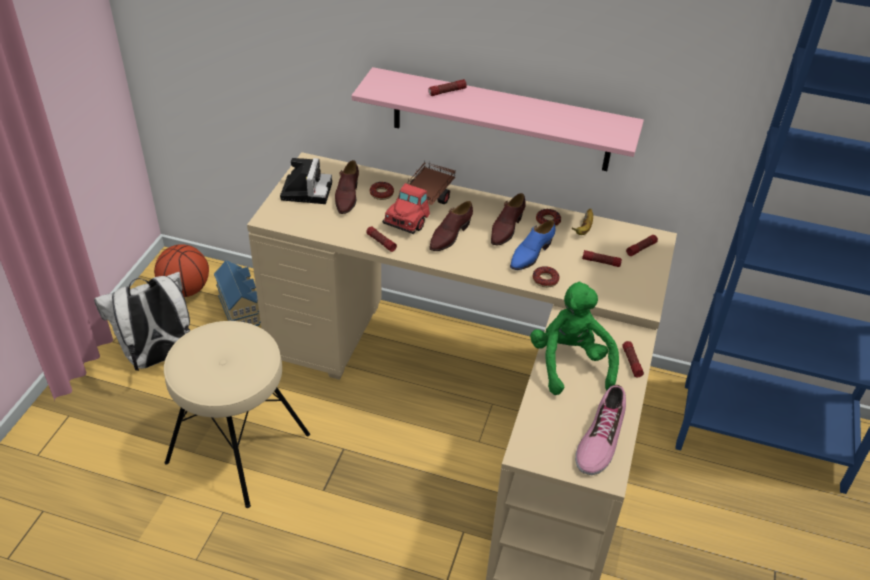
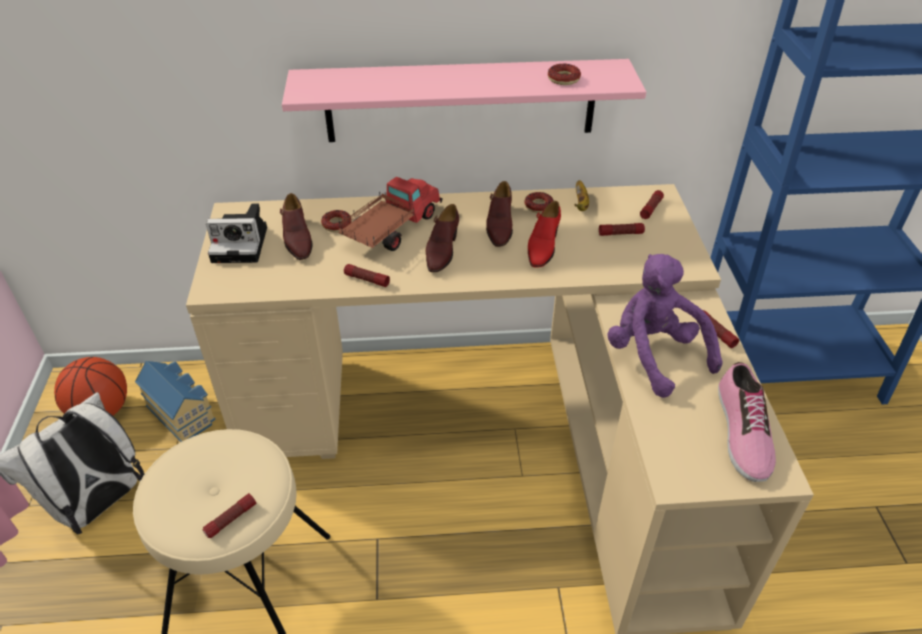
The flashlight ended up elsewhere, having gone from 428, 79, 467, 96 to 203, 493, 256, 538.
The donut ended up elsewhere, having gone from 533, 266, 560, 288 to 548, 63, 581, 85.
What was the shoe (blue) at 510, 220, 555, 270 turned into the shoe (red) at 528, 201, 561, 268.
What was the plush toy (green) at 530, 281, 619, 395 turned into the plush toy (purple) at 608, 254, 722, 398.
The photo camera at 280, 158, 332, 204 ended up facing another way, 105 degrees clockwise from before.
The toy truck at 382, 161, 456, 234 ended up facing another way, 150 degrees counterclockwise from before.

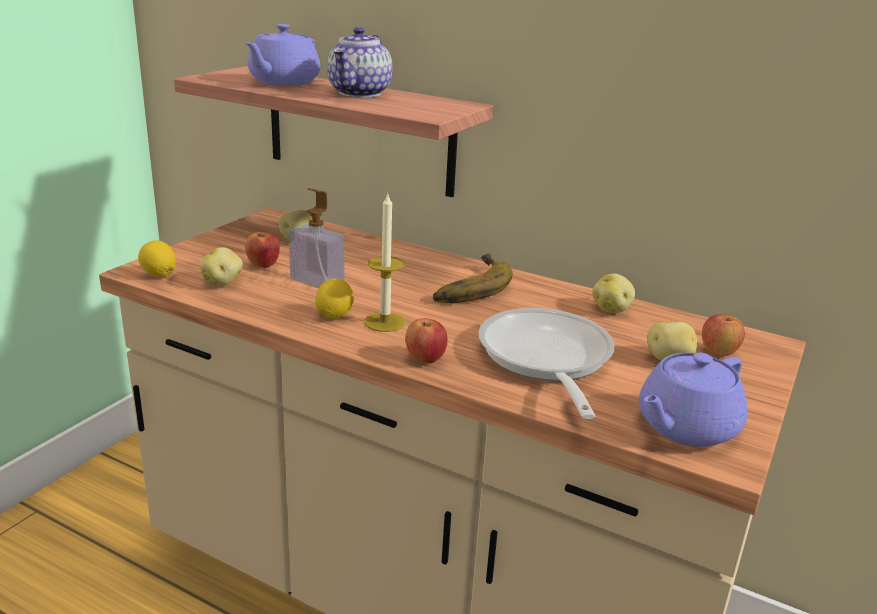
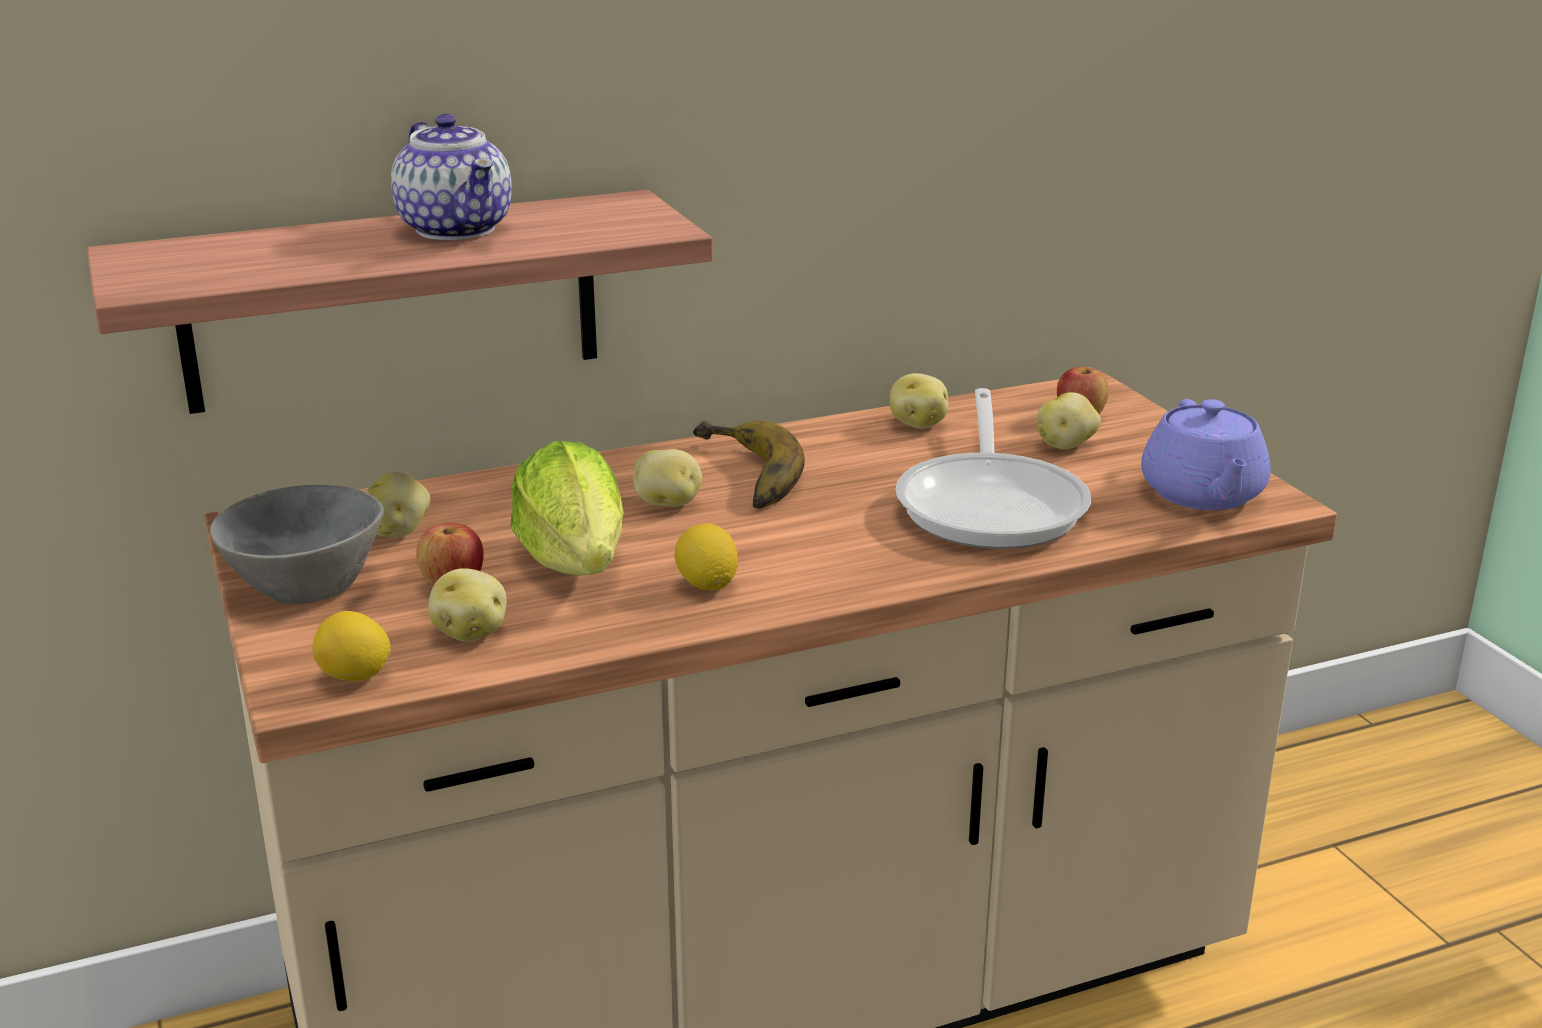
The second view lost the teapot (purple) at 245, 24, 320, 86.
The second view lost the candle at 364, 192, 406, 332.
The second view lost the apple at 405, 318, 447, 364.
The second view gained the bowl (grey) at 210, 485, 384, 604.
The second view gained the potato at 633, 449, 702, 507.
Where the soap dispenser stood at 289, 188, 344, 288, the lettuce came to stand at 511, 441, 624, 576.
The frying pan at 479, 308, 614, 419 ended up facing another way, 120 degrees counterclockwise from before.

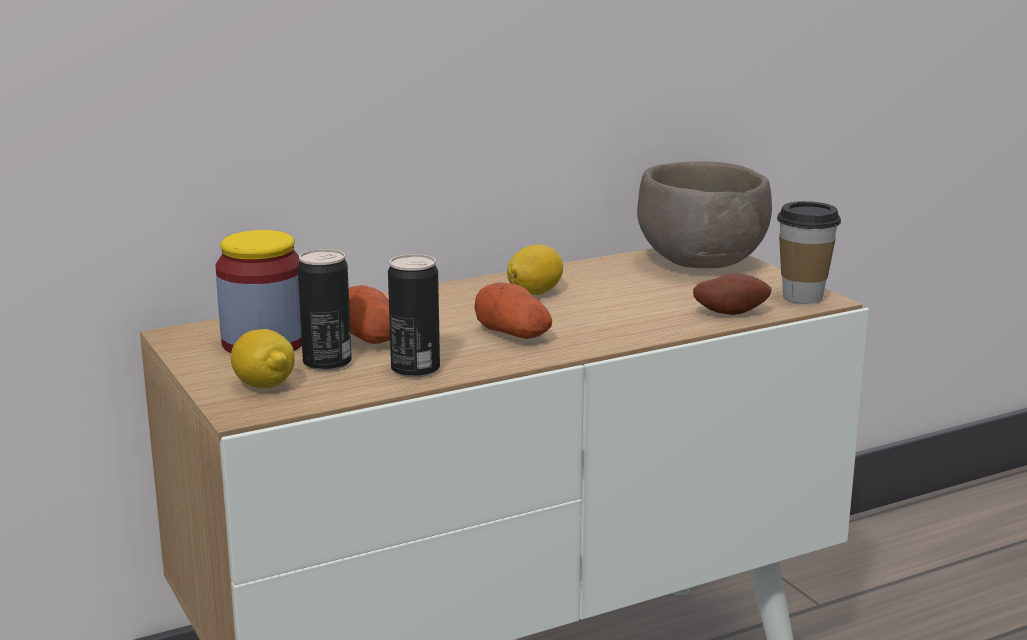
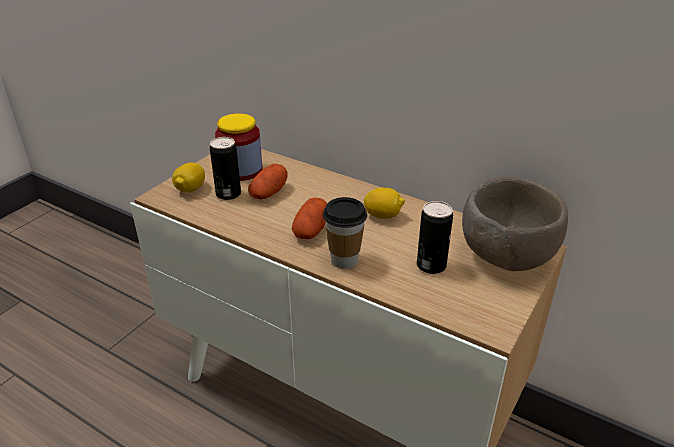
The second view lost the potato at 693, 273, 772, 315.
The can ended up elsewhere, having gone from 388, 254, 440, 377 to 417, 201, 453, 274.
The cup ended up elsewhere, having gone from 777, 201, 841, 304 to 323, 197, 367, 269.

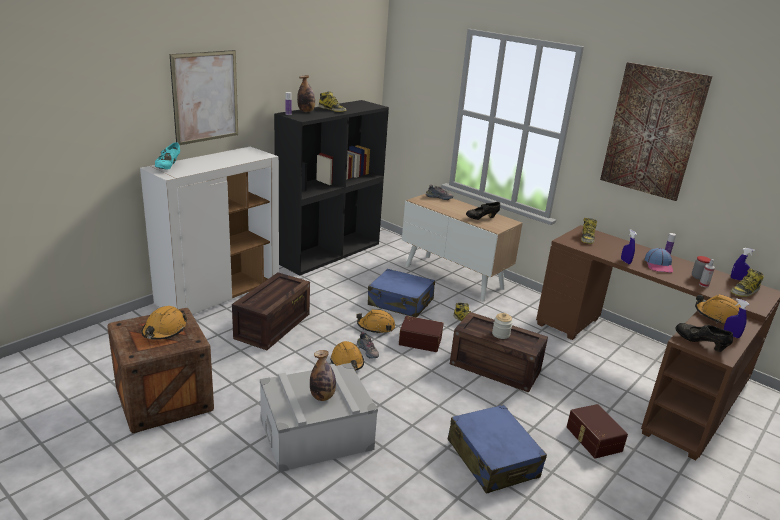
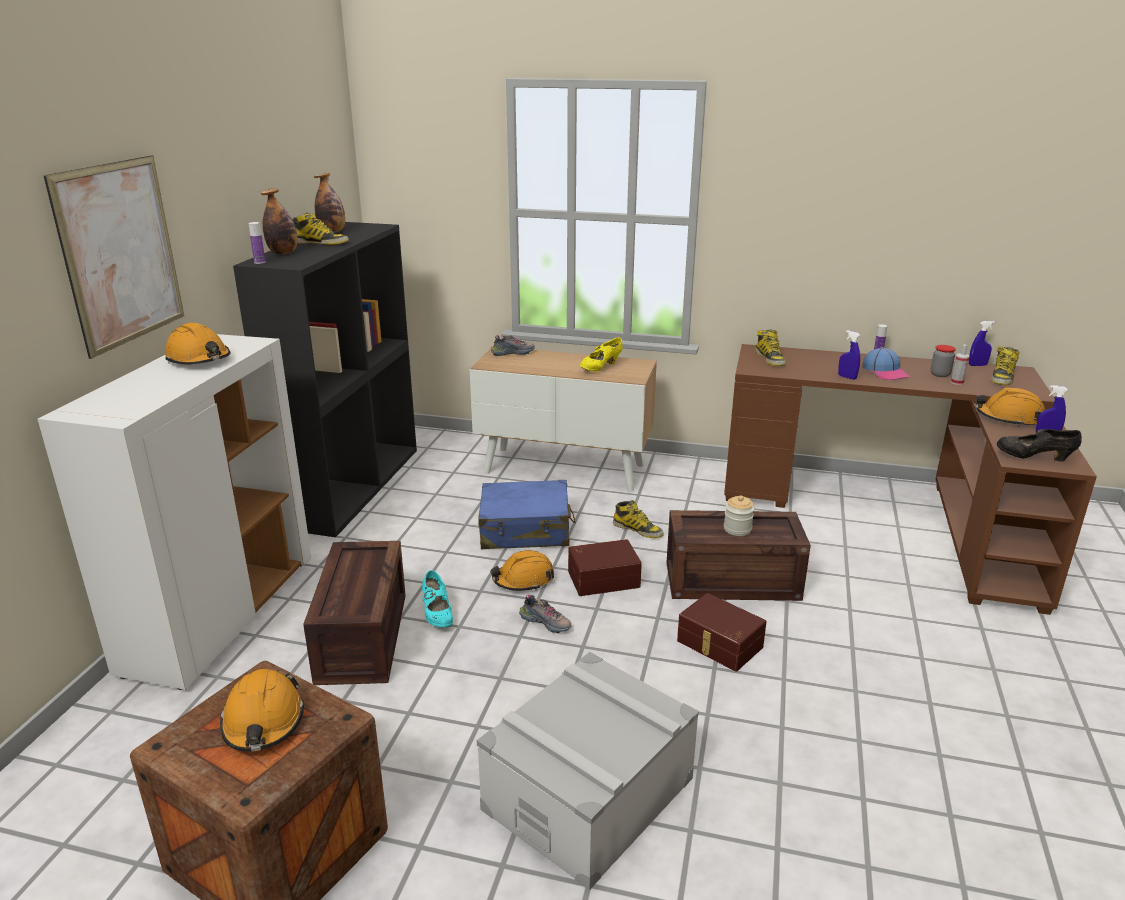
The second view lost the suitcase (blue) at 448, 405, 547, 494.
The second view lost the picture at 600, 62, 713, 201.
The shoe (turquoise) ended up elsewhere, having gone from 155, 142, 180, 169 to 422, 570, 453, 628.
The bottle ended up elsewhere, having gone from 310, 350, 336, 401 to 314, 173, 345, 232.
The hard hat (orange) ended up elsewhere, having gone from 330, 341, 364, 371 to 165, 323, 231, 365.
The storage box (brown) ended up elsewhere, having gone from 567, 404, 628, 458 to 677, 593, 766, 671.
What was the shoe (black) at 466, 202, 500, 220 turned into the shoe (yellow) at 580, 337, 623, 371.

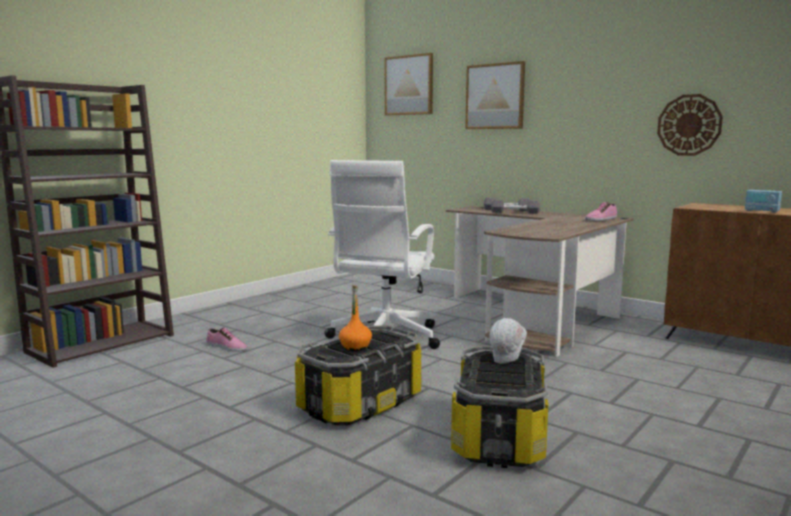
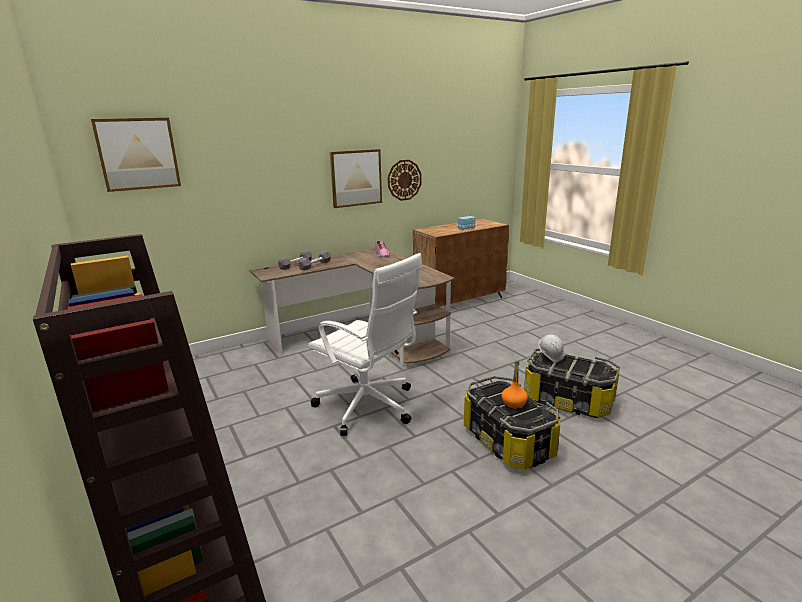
The second view lost the shoe at 206, 328, 247, 352.
The picture ended up elsewhere, having gone from 465, 61, 525, 129 to 330, 149, 382, 208.

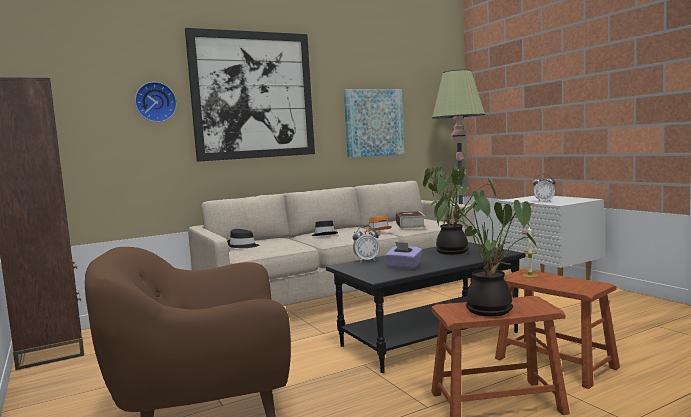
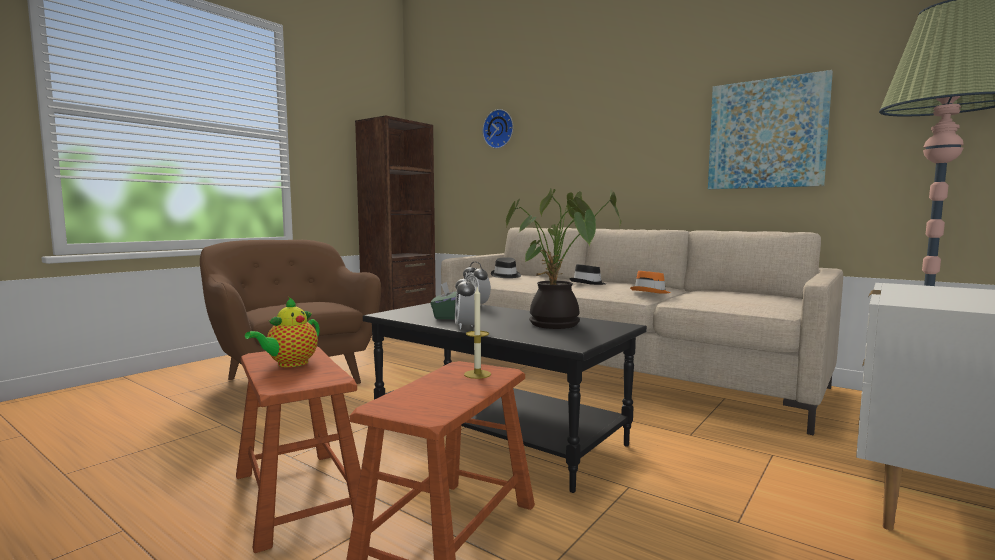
The second view lost the picture at 185, 28, 315, 162.
The second view lost the book at 396, 211, 426, 229.
The alarm clock ended up elsewhere, having gone from 533, 174, 555, 203 to 455, 272, 477, 329.
Where the potted plant stood at 434, 189, 537, 316, the teapot came to stand at 245, 297, 320, 367.
What was the tissue box (purple) at 385, 242, 422, 269 turned into the tissue box (green) at 430, 282, 457, 319.

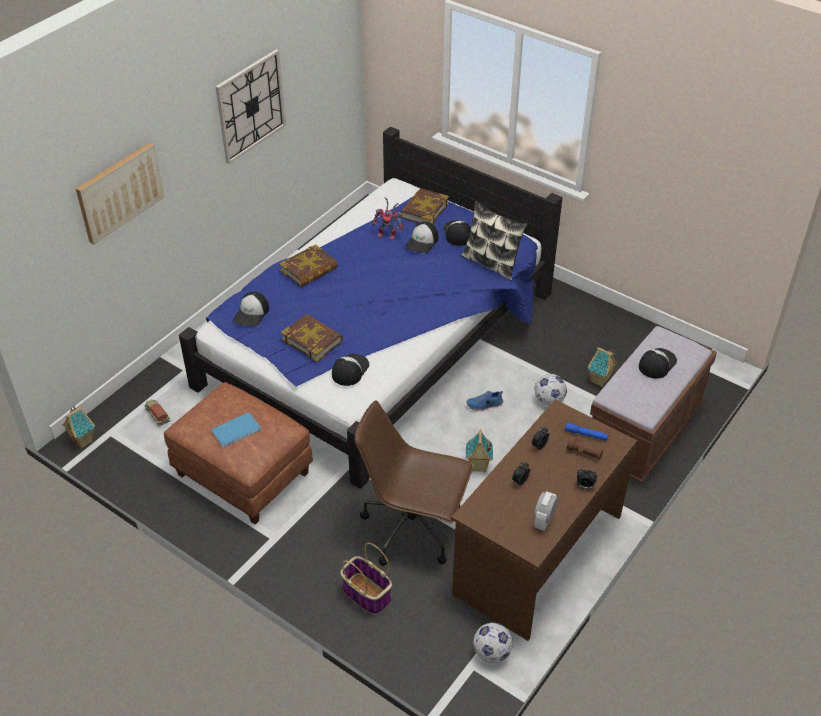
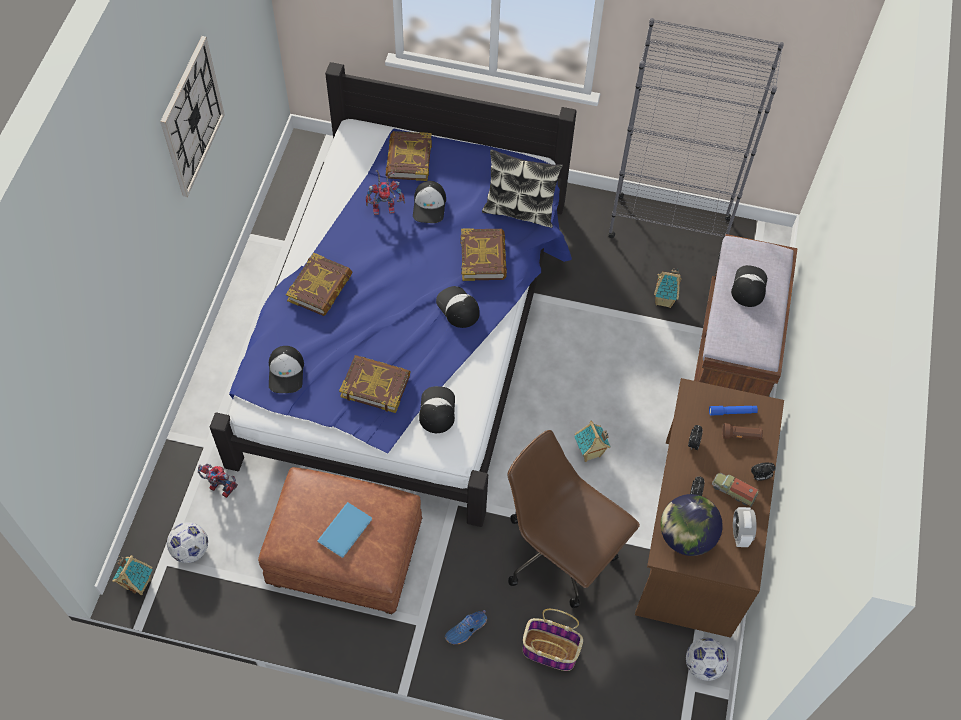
The second view lost the picture at 76, 143, 164, 244.
The second view gained the toy robot at 198, 464, 238, 498.
The second view gained the book at 461, 229, 507, 281.
The second view gained the bookcase (grey) at 608, 18, 784, 258.
The second view gained the globe at 660, 494, 723, 556.
The toy truck ended up elsewhere, having gone from 145, 399, 170, 426 to 712, 473, 759, 507.
The cap ended up elsewhere, having gone from 444, 220, 471, 246 to 436, 286, 480, 328.
The shoe (blue) ended up elsewhere, having gone from 466, 391, 503, 411 to 445, 610, 487, 644.
The football ended up elsewhere, having gone from 534, 374, 567, 406 to 167, 522, 208, 563.
The office chair (brown) at 355, 400, 474, 566 ended up facing another way, 45 degrees clockwise from before.

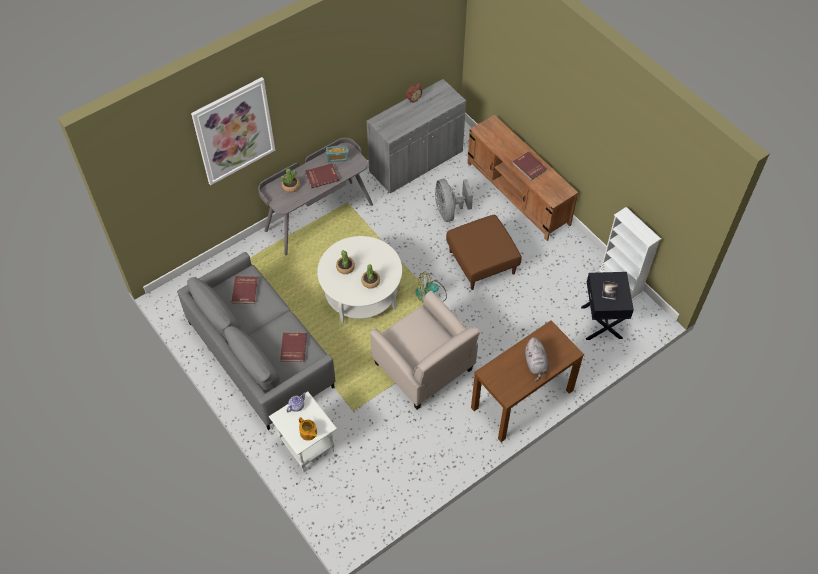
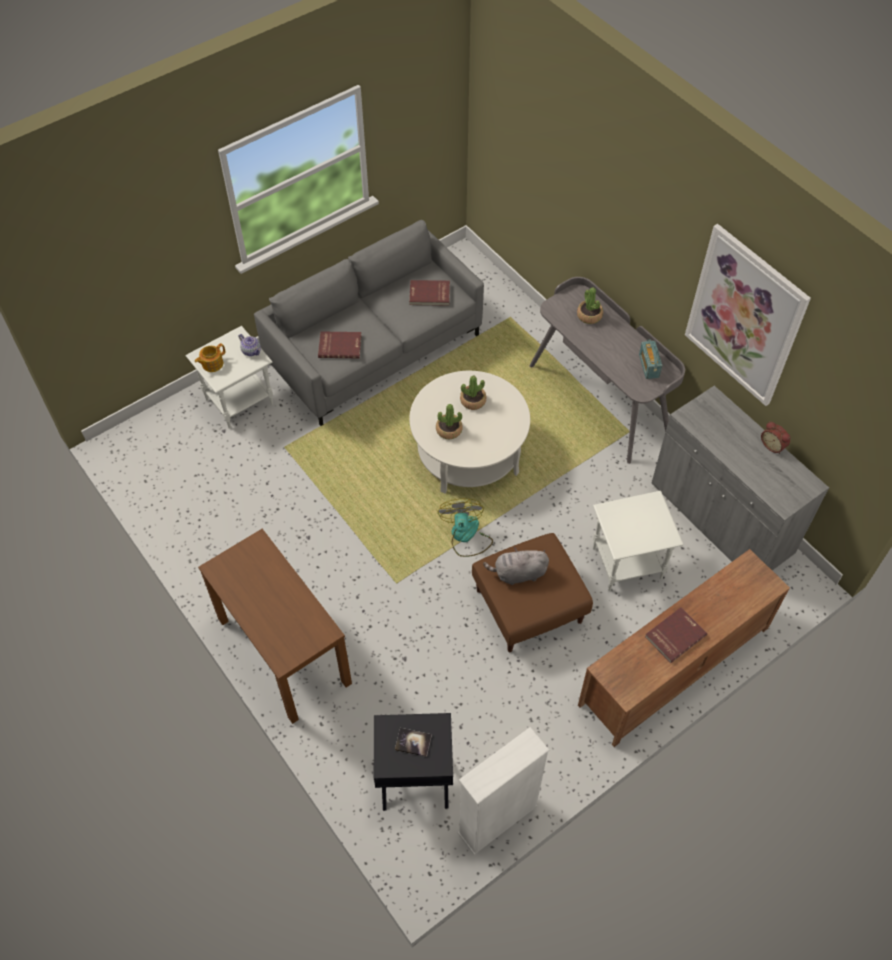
The second view lost the book (red) at 305, 163, 339, 189.
The second view lost the armchair (beige) at 370, 291, 480, 410.
The picture ended up elsewhere, having gone from 191, 77, 275, 185 to 685, 224, 811, 406.
The plush toy (grey) ended up elsewhere, having gone from 525, 337, 549, 382 to 483, 547, 549, 585.
Where the fan (grey) stood at 435, 179, 473, 222, the side table (white) came to stand at 593, 491, 684, 591.

